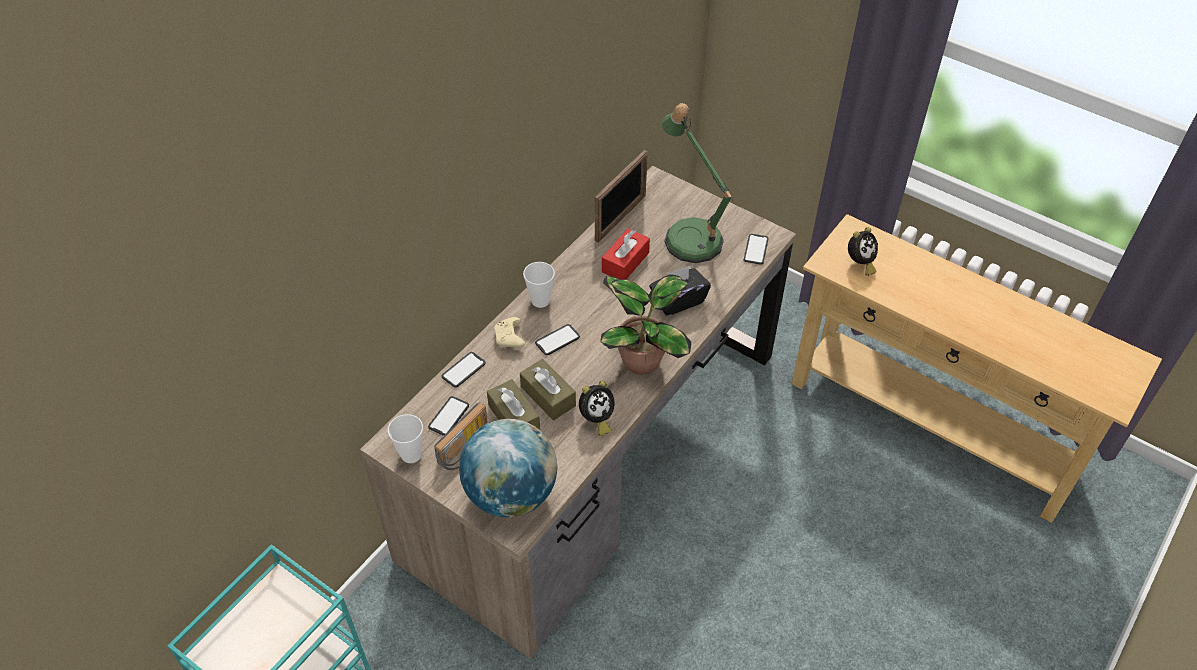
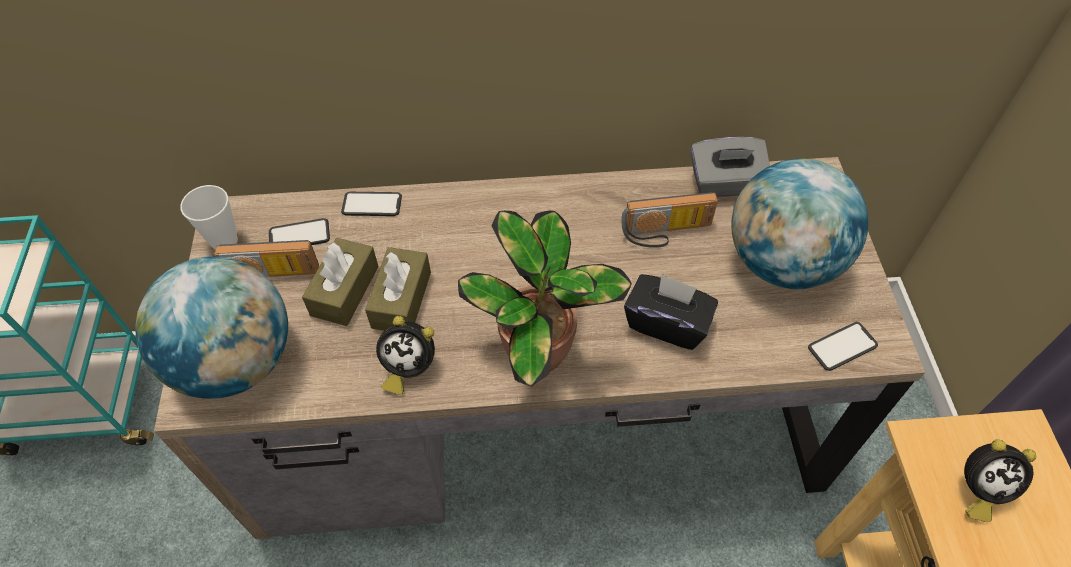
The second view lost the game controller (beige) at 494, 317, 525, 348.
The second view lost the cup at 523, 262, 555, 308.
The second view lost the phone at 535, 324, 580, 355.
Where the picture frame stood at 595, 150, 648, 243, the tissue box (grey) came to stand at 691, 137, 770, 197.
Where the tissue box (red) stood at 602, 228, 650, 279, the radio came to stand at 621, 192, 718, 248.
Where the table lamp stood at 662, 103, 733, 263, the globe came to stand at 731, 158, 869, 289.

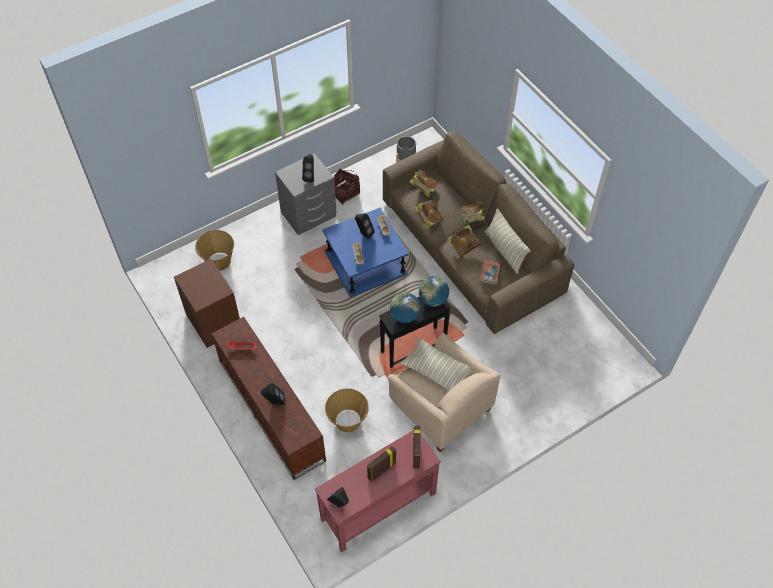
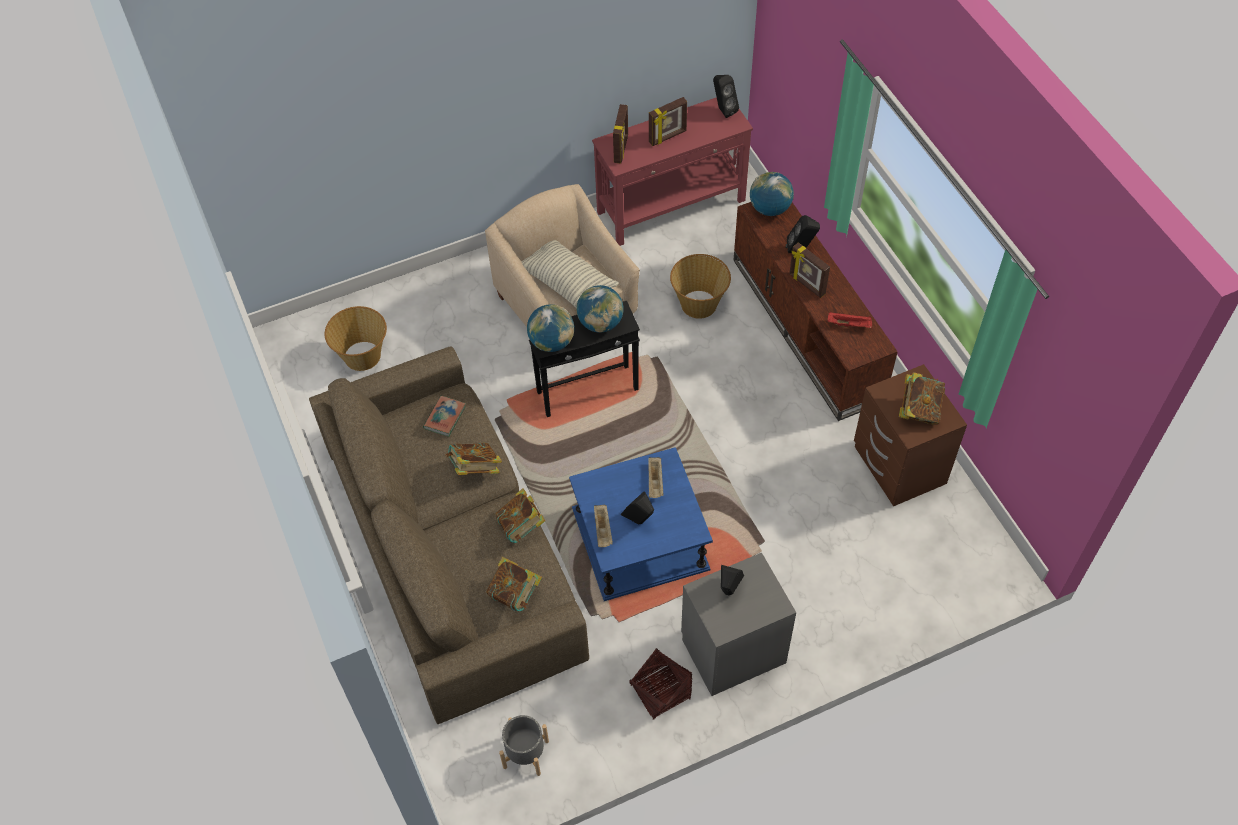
The second view lost the pillow at 485, 209, 531, 274.
The second view gained the globe at 750, 172, 794, 216.
The second view gained the picture frame at 789, 242, 830, 298.
The basket ended up elsewhere, having gone from 195, 230, 234, 271 to 325, 306, 387, 371.
The book ended up elsewhere, having gone from 461, 201, 485, 224 to 899, 372, 945, 424.

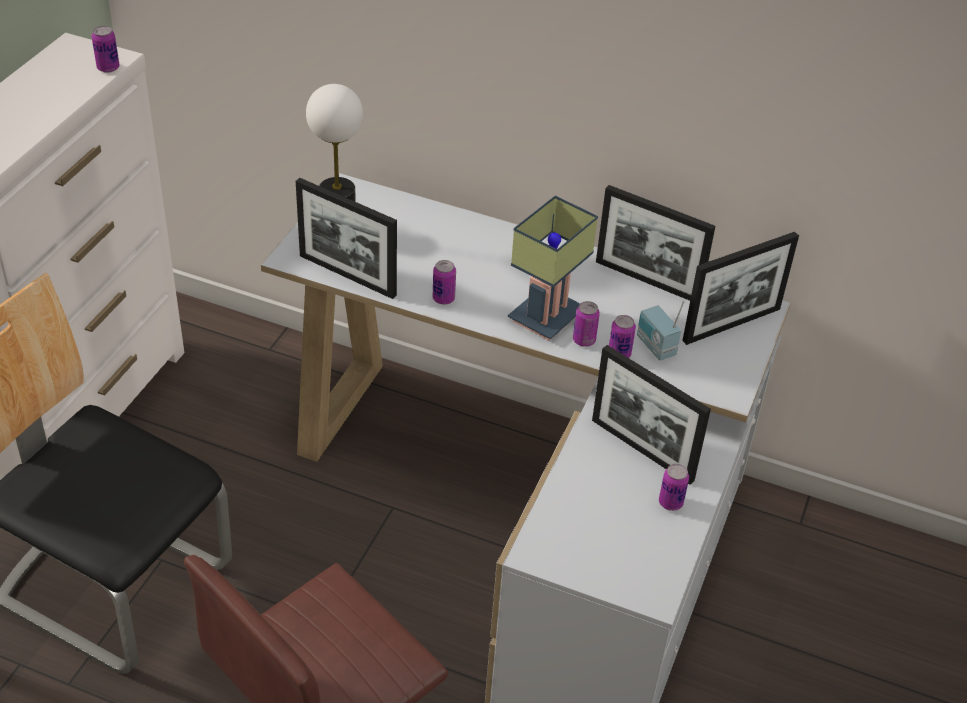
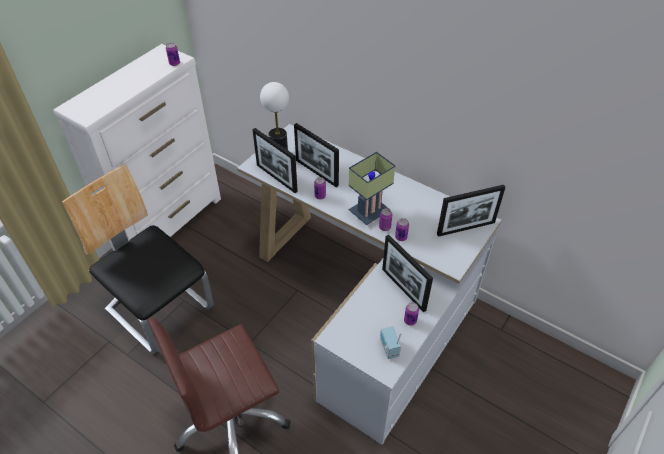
The picture frame ended up elsewhere, having gone from 596, 185, 715, 301 to 294, 123, 339, 187.
The radio ended up elsewhere, having gone from 637, 300, 685, 361 to 380, 326, 401, 359.

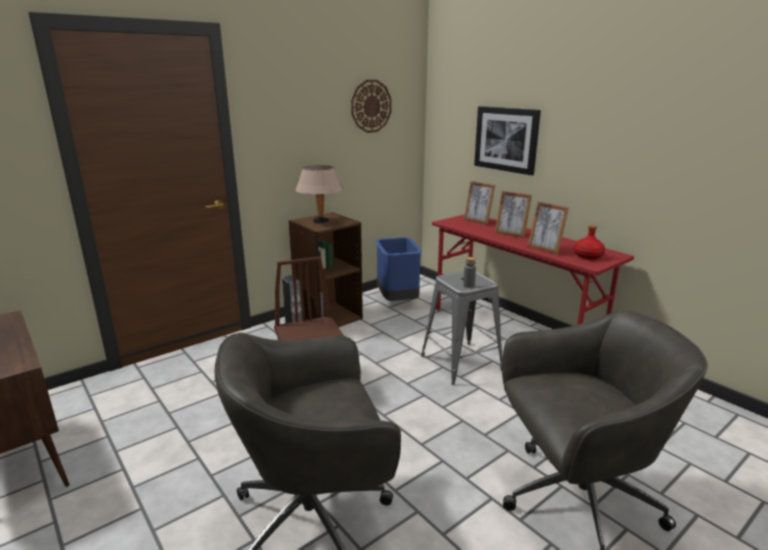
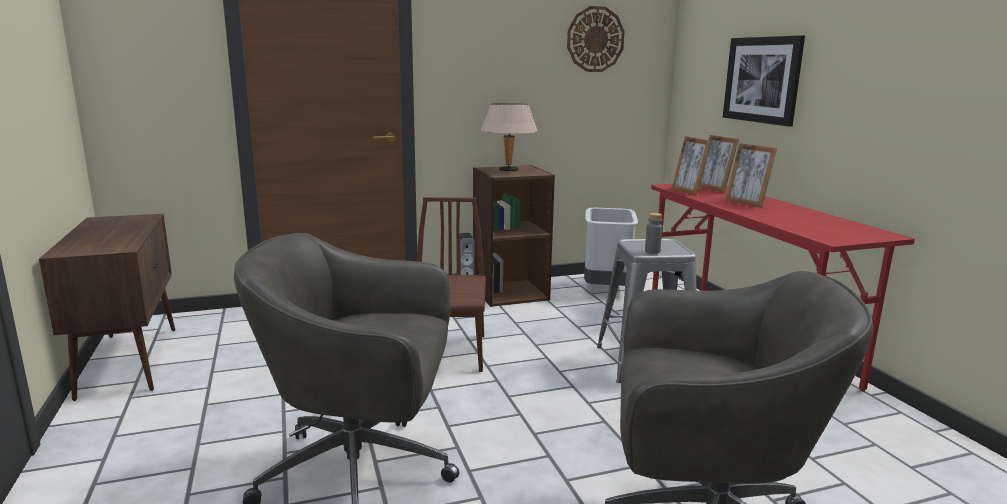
The second view lost the bottle (red) at 574, 225, 605, 260.
The picture frame ended up elsewhere, having gone from 528, 201, 569, 255 to 672, 136, 711, 196.
What was the trash can (blue) at 375, 237, 422, 301 turned into the trash can (grey) at 584, 208, 638, 286.

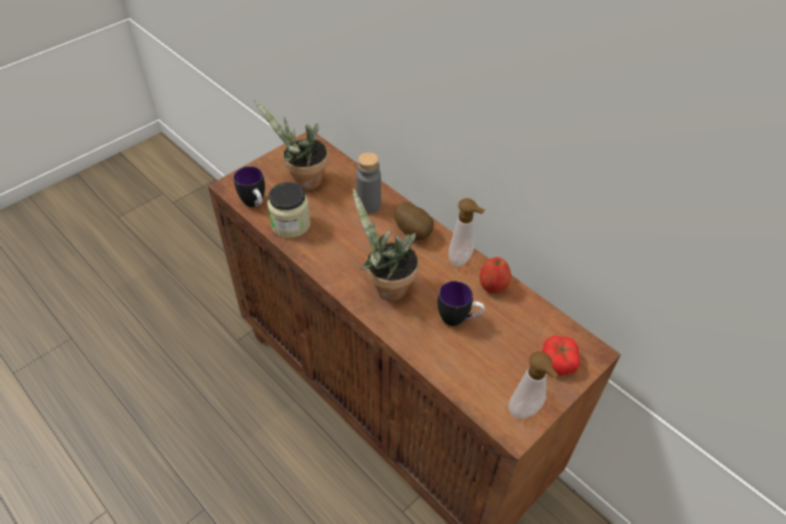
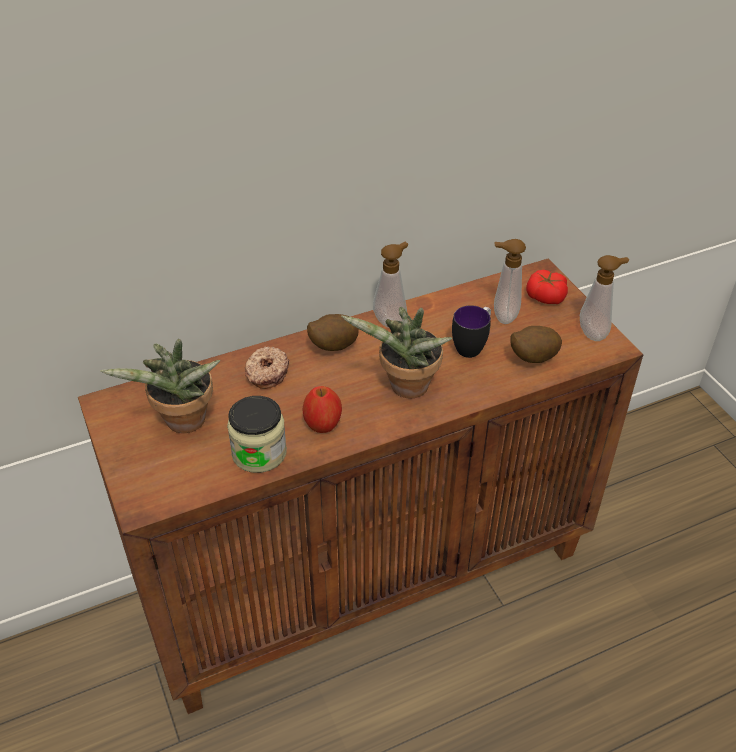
The second view lost the mug at 234, 166, 265, 207.
The second view gained the soap dispenser at 494, 239, 526, 324.
The second view gained the potato at 510, 326, 562, 363.
The apple ended up elsewhere, having gone from 480, 257, 511, 294 to 302, 386, 342, 433.
Where the bottle (grey) stood at 356, 152, 381, 214, the donut came to stand at 245, 346, 289, 389.

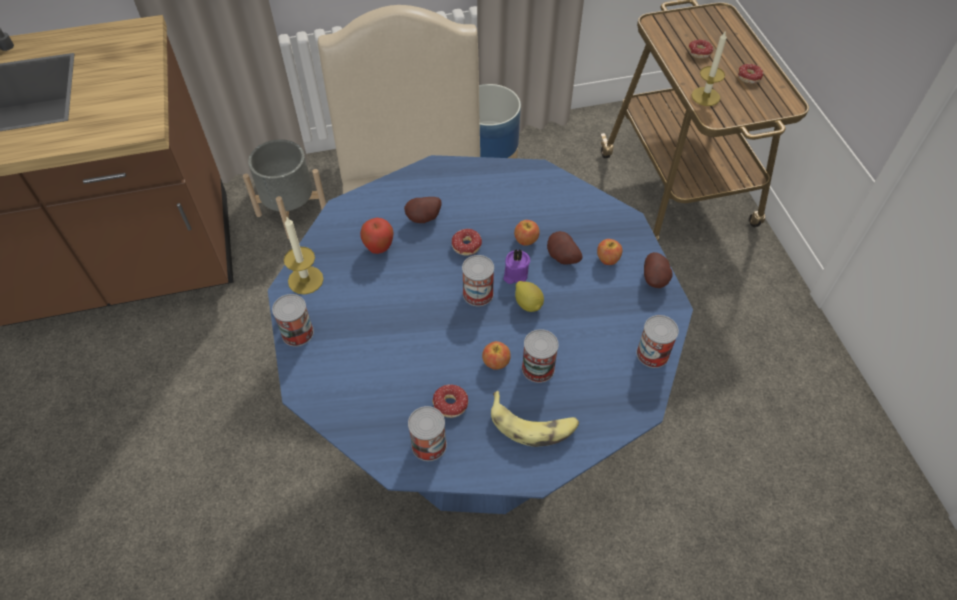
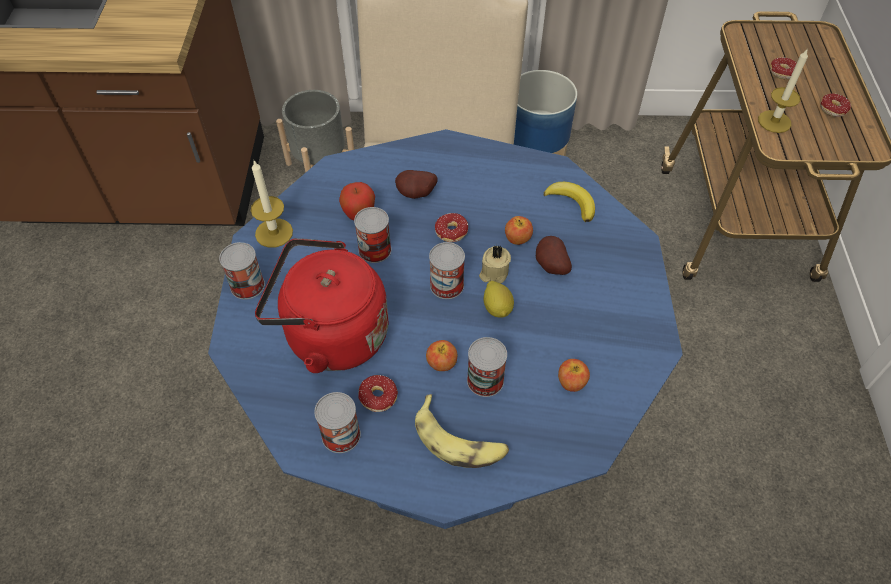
The second view lost the potato at 644, 252, 672, 288.
The second view gained the kettle (red) at 255, 238, 389, 373.
The second view gained the banana at 544, 182, 595, 222.
The apple ended up elsewhere, having gone from 597, 239, 622, 265 to 558, 359, 590, 392.
The can ended up elsewhere, having gone from 636, 315, 679, 368 to 354, 207, 391, 263.
What was the candle (purple) at 503, 249, 530, 284 turned into the candle (beige) at 479, 244, 511, 283.

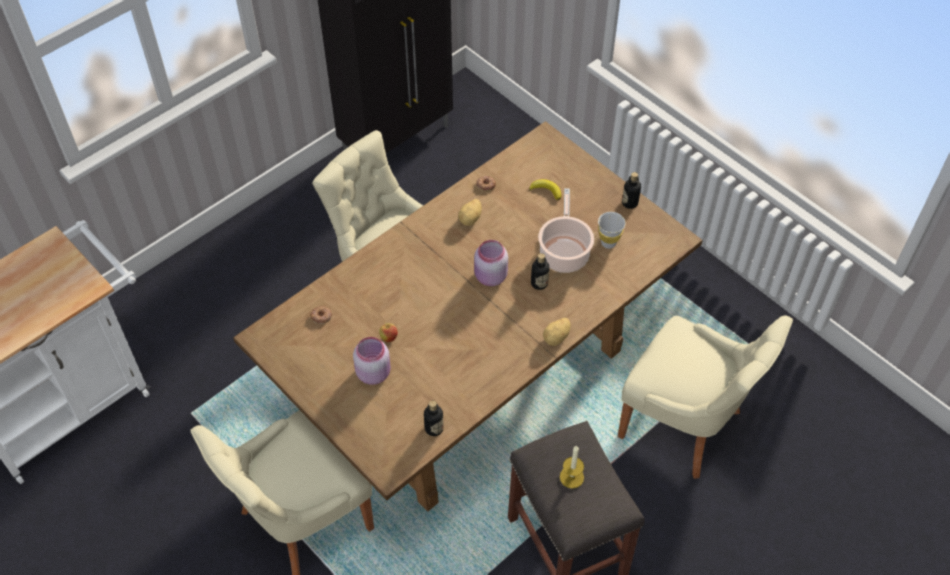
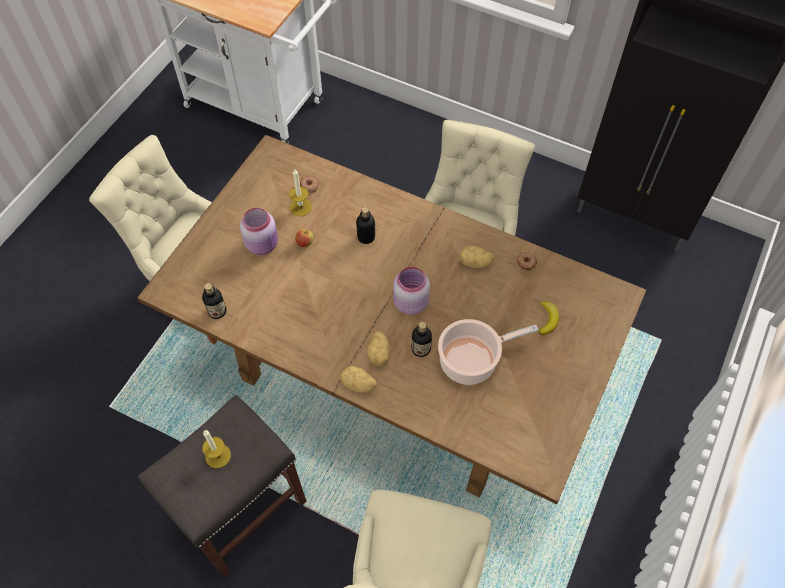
The second view lost the cup (white) at 598, 212, 626, 249.
The second view gained the candle at 289, 169, 312, 216.
The second view gained the potato at 367, 331, 390, 366.
The bottle ended up elsewhere, having gone from 622, 172, 641, 209 to 356, 207, 376, 244.

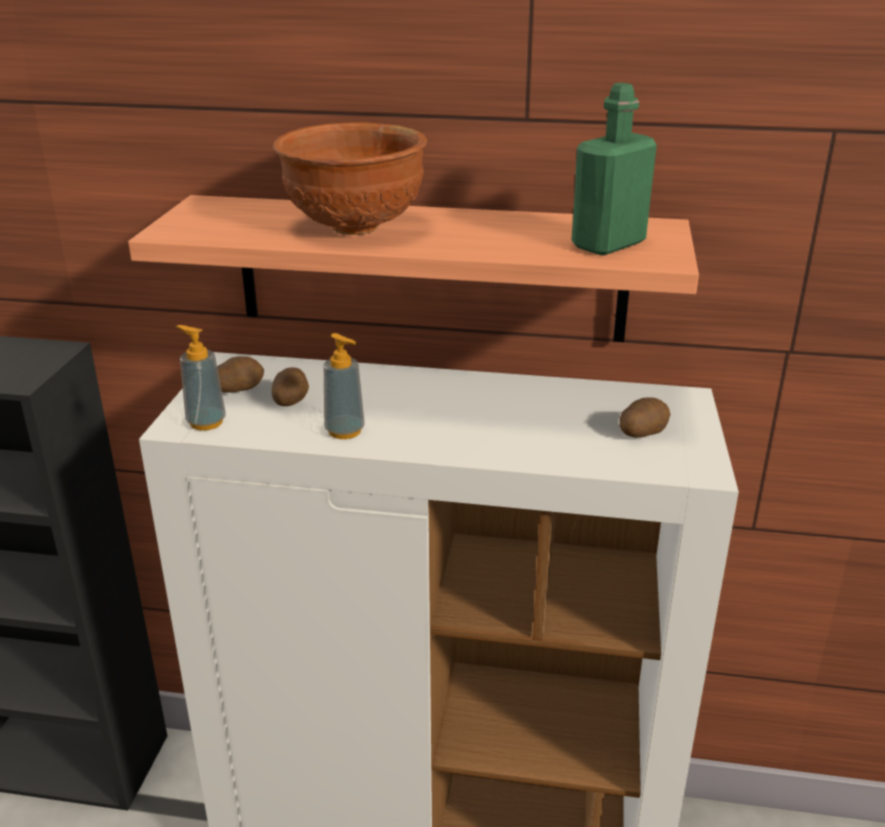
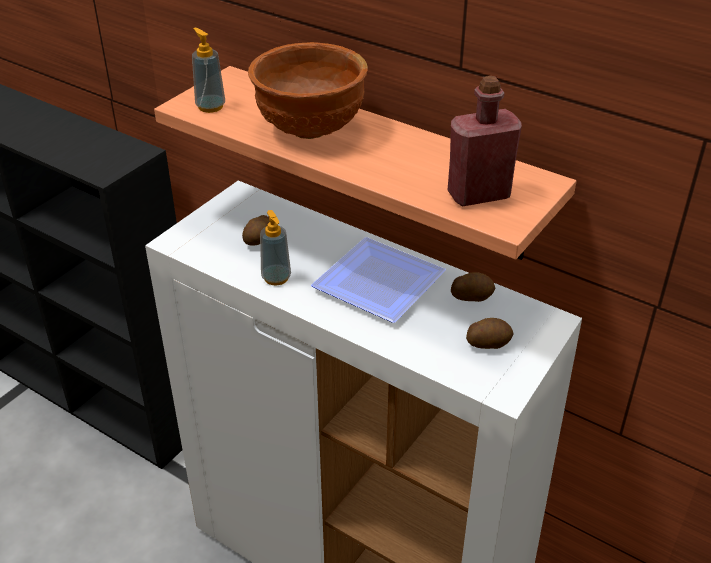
The second view gained the plate at 311, 237, 446, 323.
The soap dispenser ended up elsewhere, having gone from 176, 325, 226, 431 to 192, 28, 225, 113.
The potato ended up elsewhere, having gone from 217, 356, 264, 393 to 451, 272, 495, 302.
What was the bottle (green) at 572, 83, 657, 256 turned into the bottle (red) at 448, 76, 522, 206.

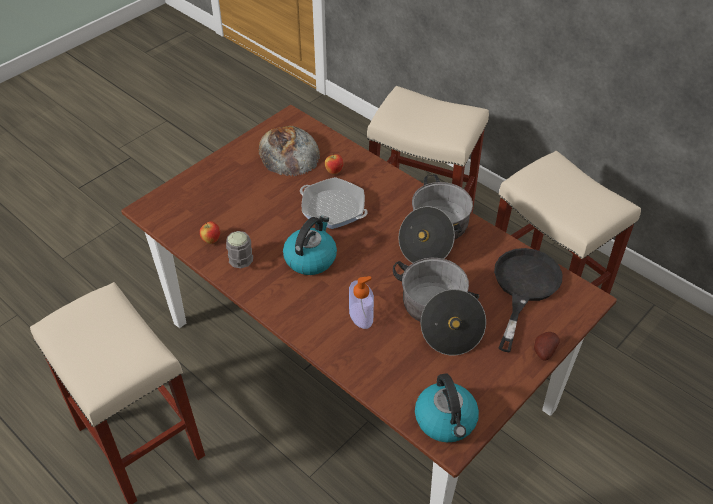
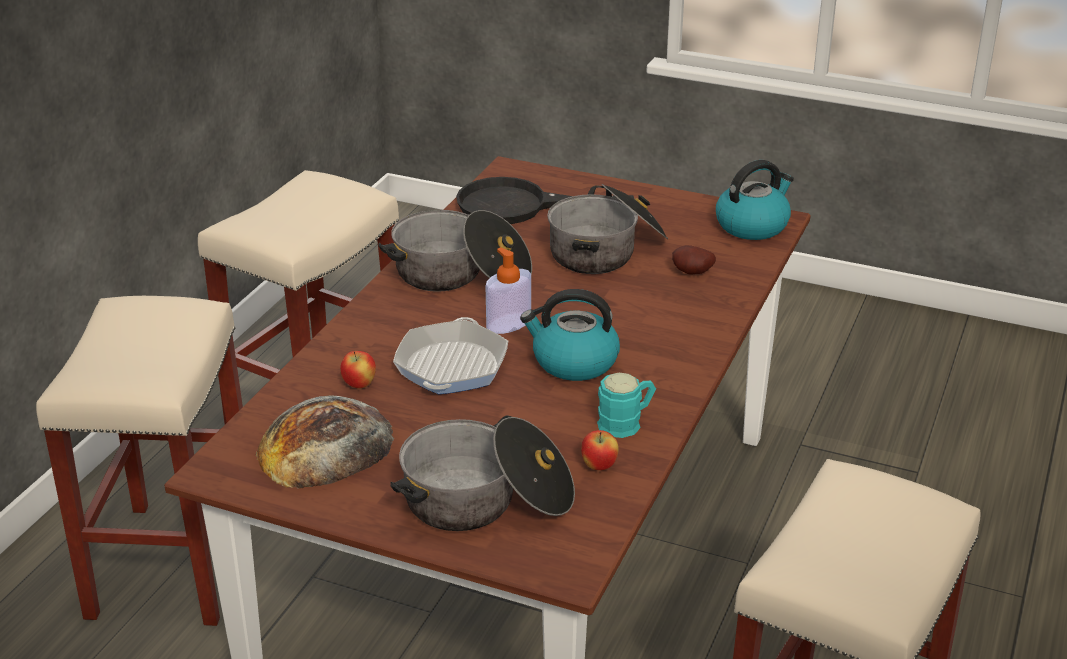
The second view gained the cooking pot at 390, 415, 575, 531.
The soap dispenser ended up elsewhere, having gone from 349, 276, 374, 329 to 486, 248, 531, 334.
The potato ended up elsewhere, having gone from 534, 332, 560, 361 to 672, 245, 716, 274.
What was the mug (grey) at 226, 231, 253, 268 turned into the mug (turquoise) at 597, 373, 656, 438.

